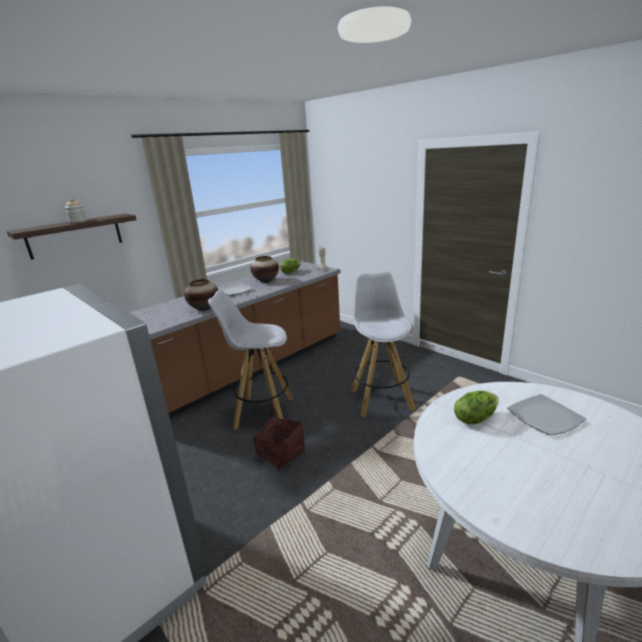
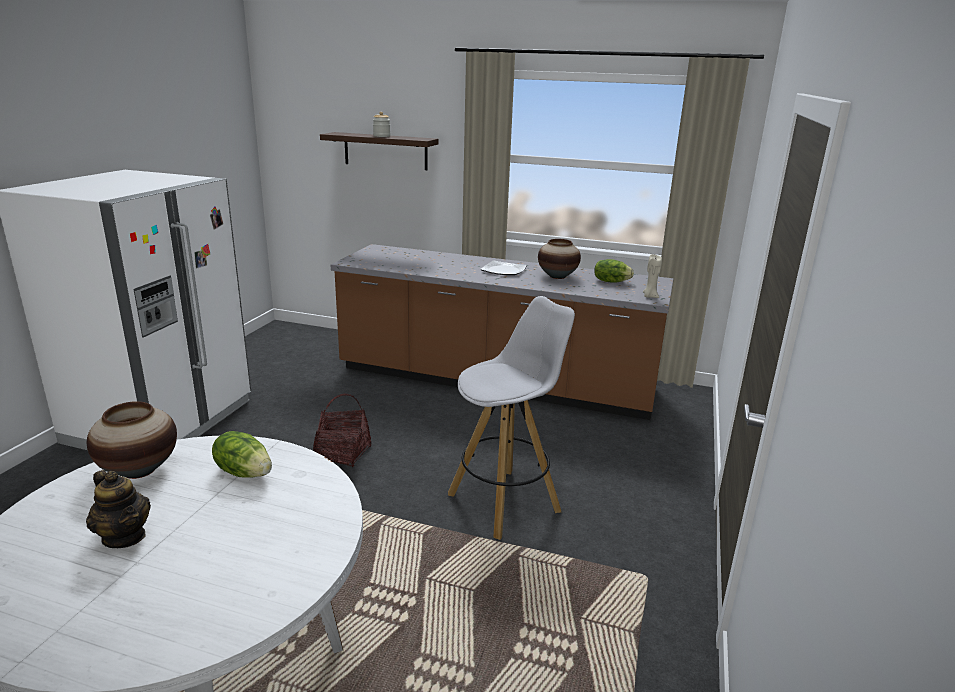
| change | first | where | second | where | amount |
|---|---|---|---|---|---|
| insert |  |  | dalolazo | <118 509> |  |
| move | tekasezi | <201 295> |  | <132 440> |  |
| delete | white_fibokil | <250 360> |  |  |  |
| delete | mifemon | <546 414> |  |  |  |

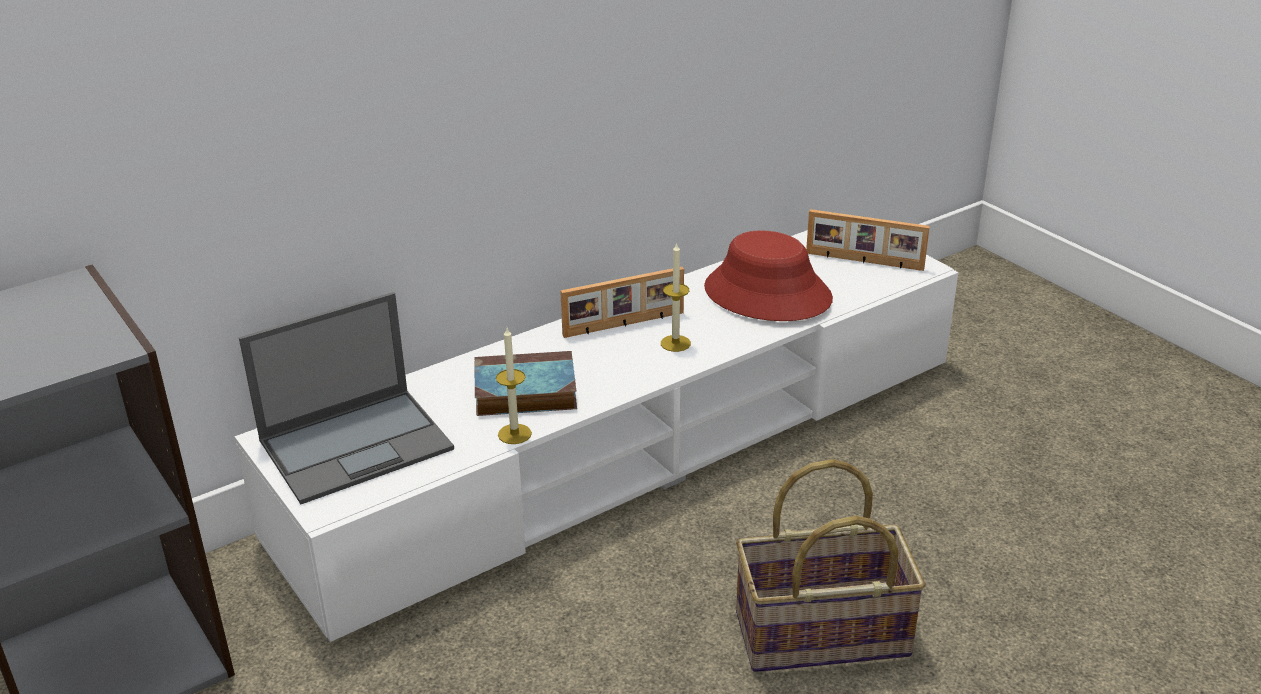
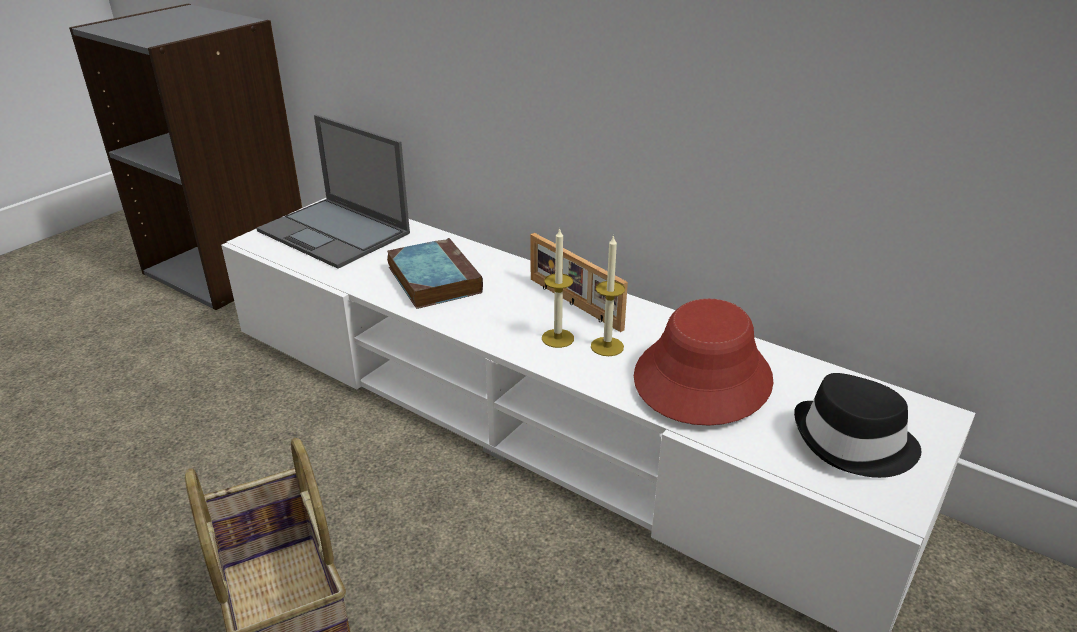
| change | first | where | second | where | amount |
|---|---|---|---|---|---|
| move | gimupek | <514 386> |  | <608 295> |  |
| replace | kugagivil | <868 240> | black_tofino | <857 425> |  |

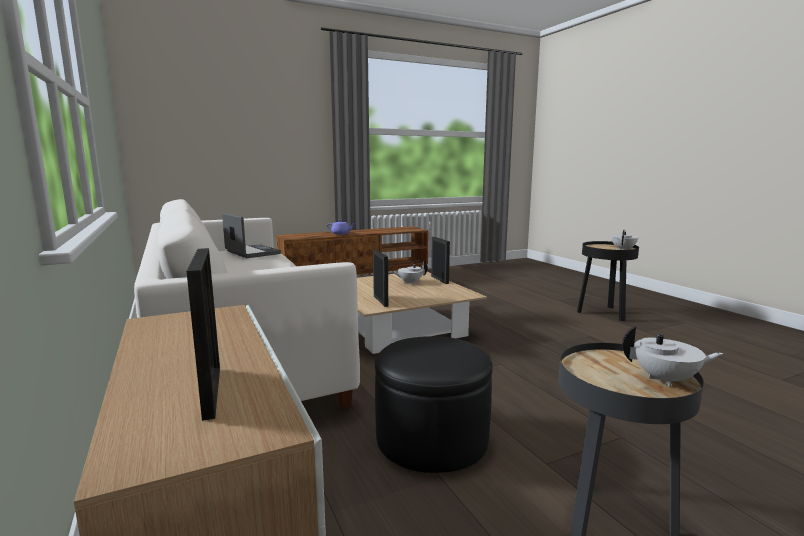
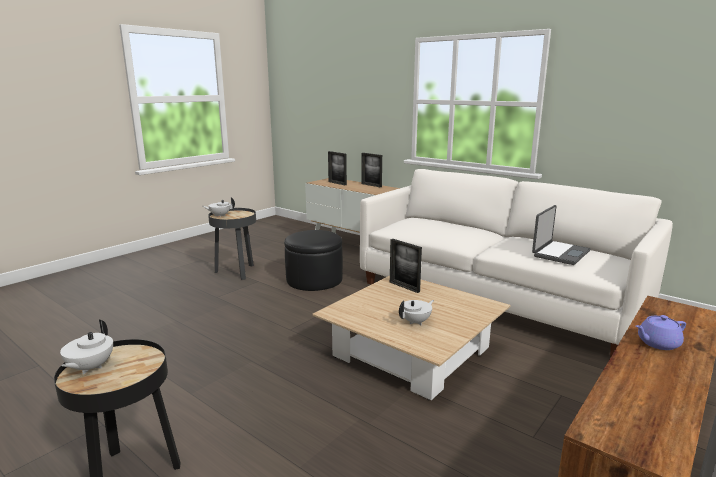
| change | first | where | second | where | amount |
|---|---|---|---|---|---|
| move | kugagivil | <440 260> |  | <371 170> |  |
| rotate | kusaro | <251 235> |  | <561 235> | 75 degrees counterclockwise |

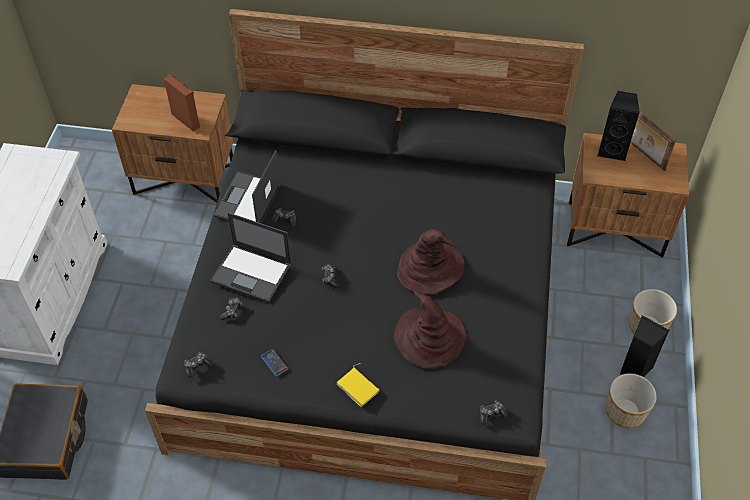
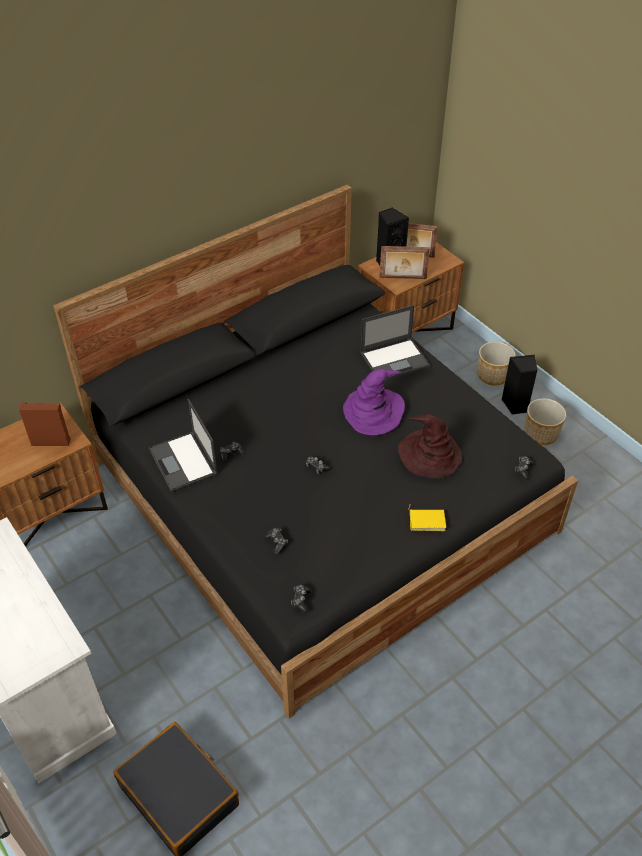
| change | first | where | second | where | amount |
|---|---|---|---|---|---|
| recolor | brown_tofino | <431 262> | purple_tofino | <374 401> |  |
| move | kusaro | <251 257> |  | <395 342> |  |
| insert |  |  | kugagivil | <404 262> |  |
| delete | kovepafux | <274 363> |  |  |  |

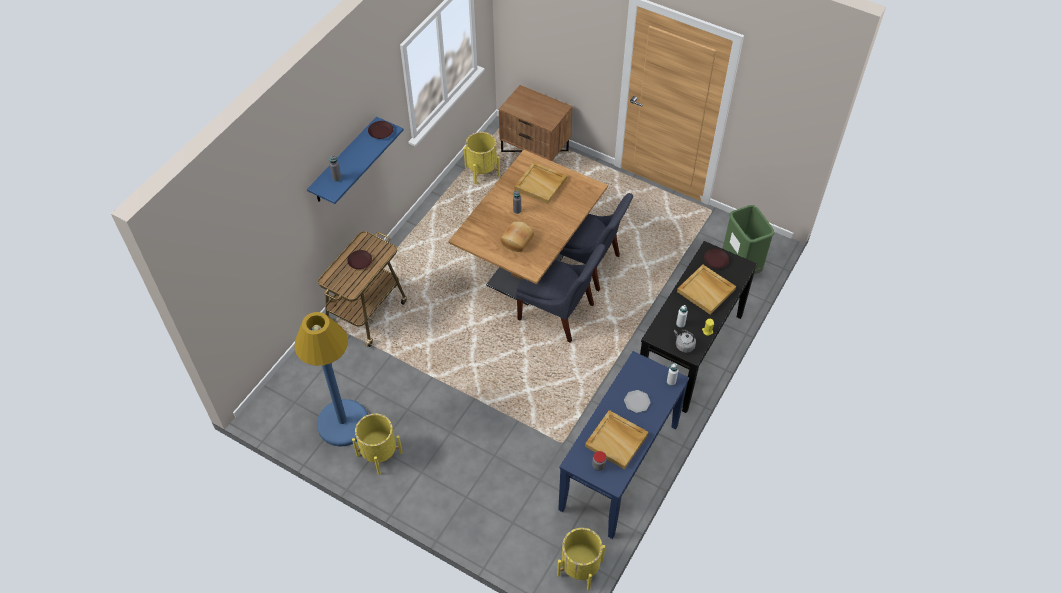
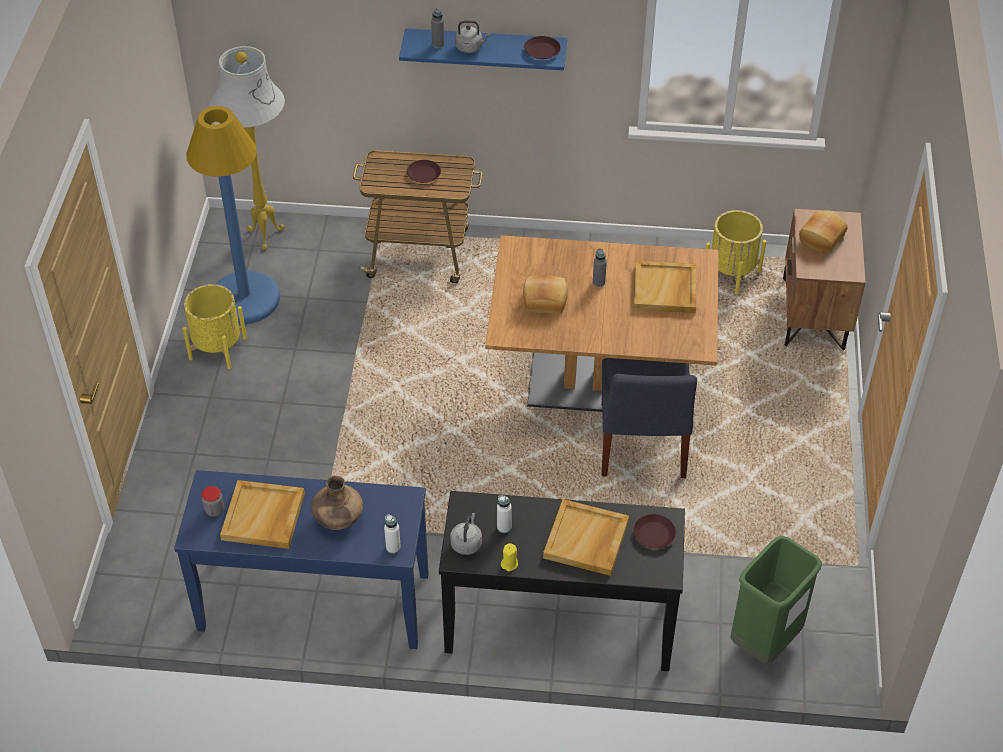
| change | first | where | second | where | amount |
|---|---|---|---|---|---|
| insert |  |  | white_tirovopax | <247 148> |  |
| replace | mifemon | <637 401> | brown_tekasezi | <337 503> |  |
| insert |  |  | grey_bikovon | <472 36> |  |
| insert |  |  | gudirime | <823 231> |  |
| delete | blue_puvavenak | <560 293> |  |  |  |
| delete | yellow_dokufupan | <581 559> |  |  |  |

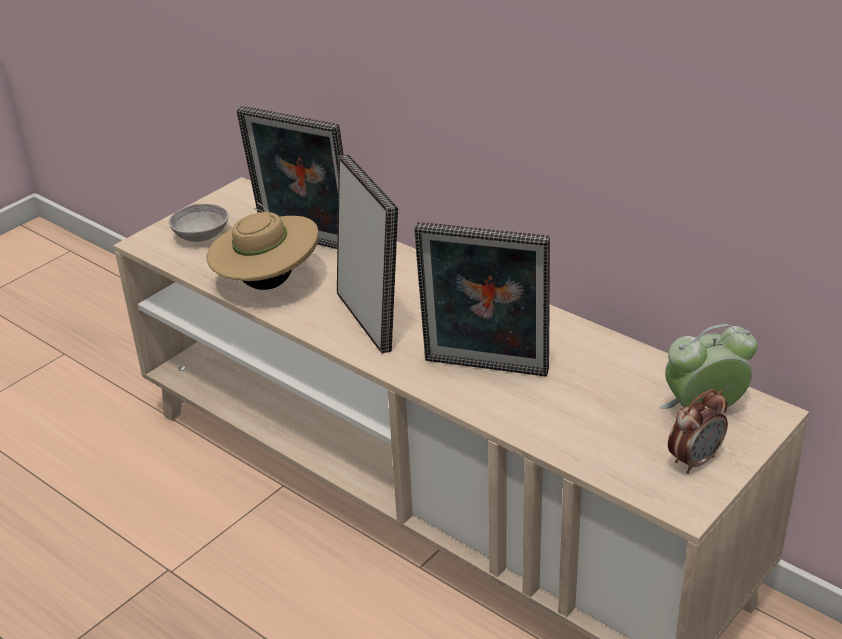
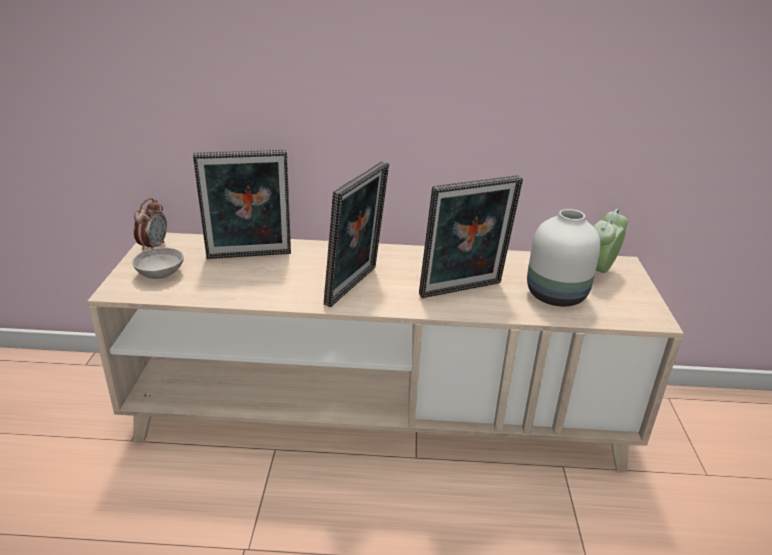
| change | first | where | second | where | amount |
|---|---|---|---|---|---|
| move | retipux | <698 431> |  | <150 224> |  |
| rotate | kugagivil | <367 254> |  | <356 234> | 90 degrees clockwise |
| insert |  |  | white_tekasezi | <564 258> |  |
| delete | beige_tofino | <262 246> |  |  |  |

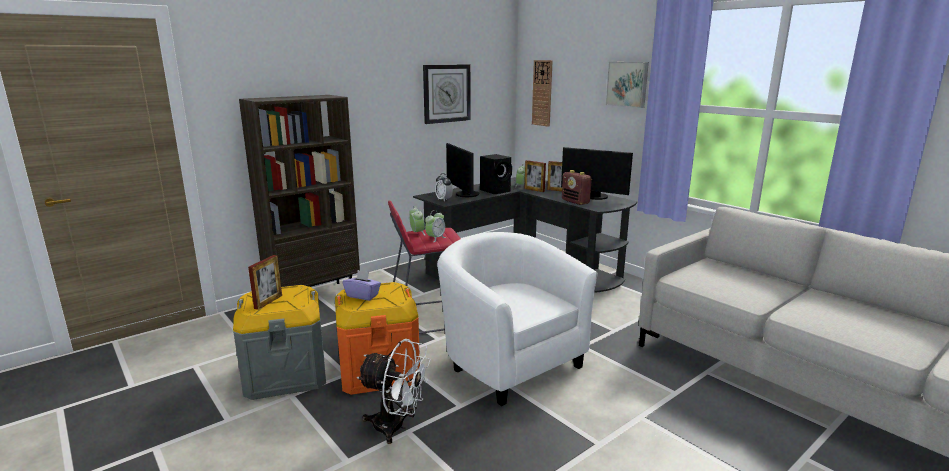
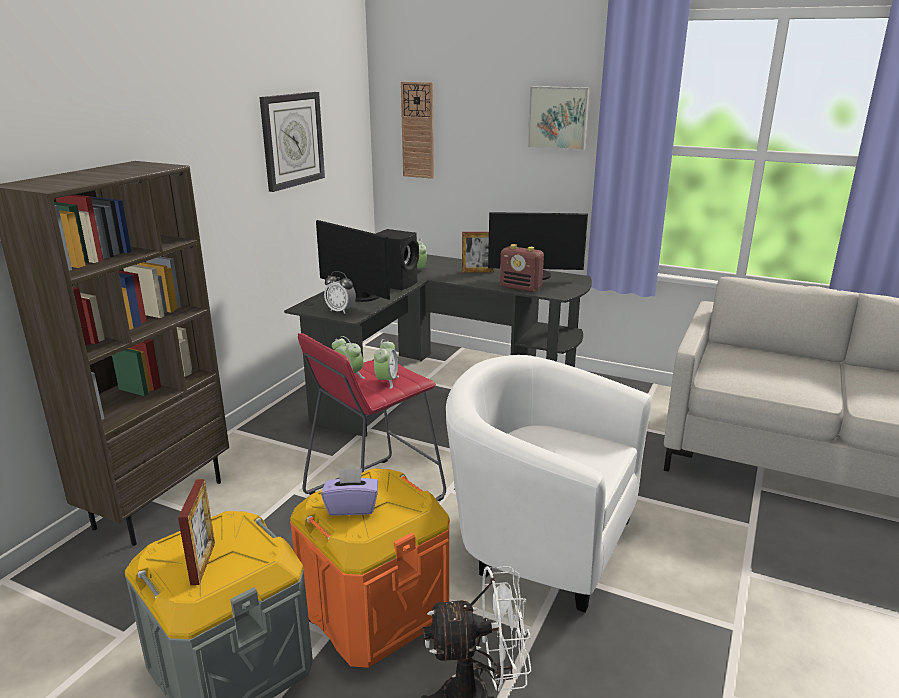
| change | first | where | second | where | amount |
|---|---|---|---|---|---|
| delete | kugagivil | <535 176> |  |  |  |

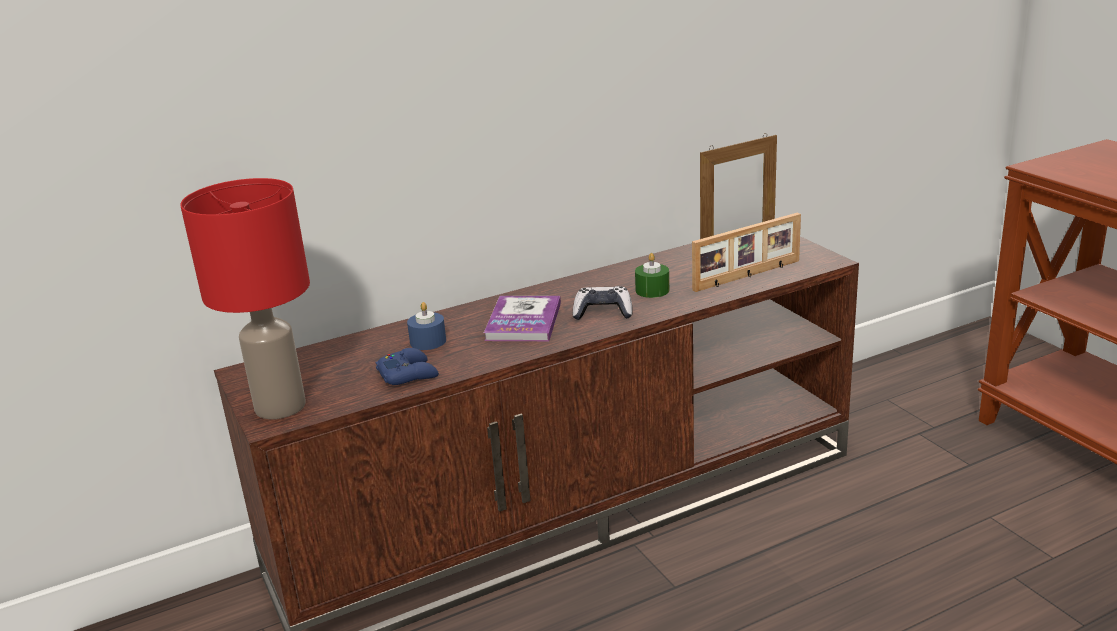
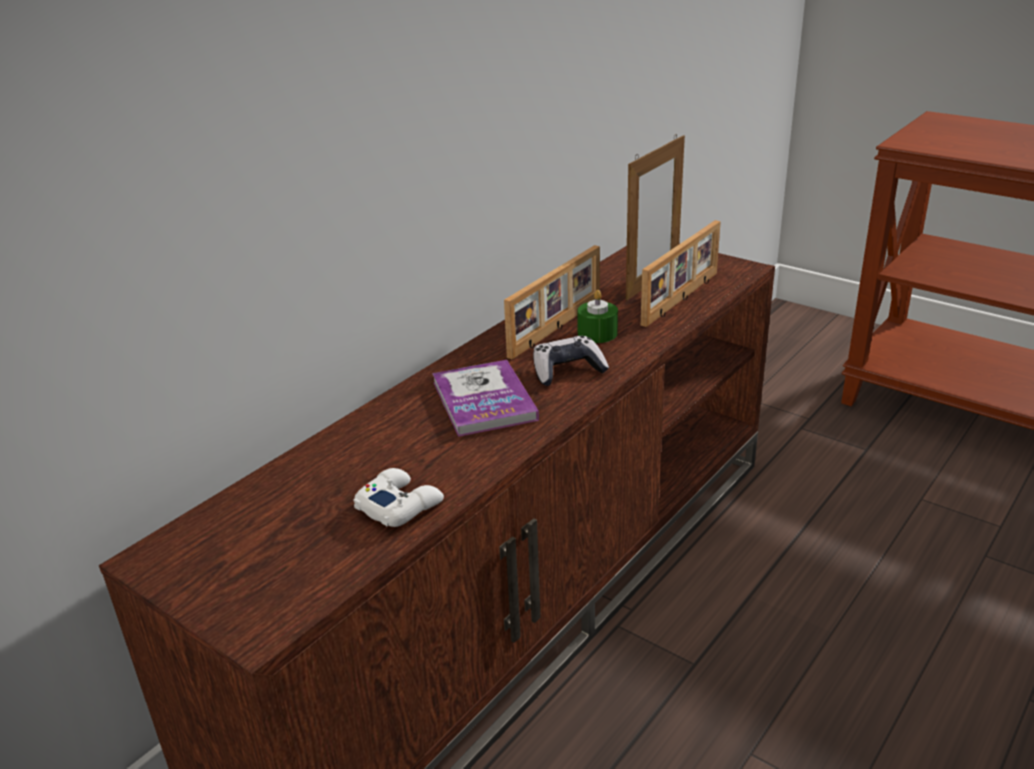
| change | first | where | second | where | amount |
|---|---|---|---|---|---|
| recolor | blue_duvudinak | <407 366> | white_duvudinak | <398 497> |  |
| insert |  |  | kugagivil | <552 302> |  |
| delete | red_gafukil | <245 298> |  |  |  |
| delete | blue_gimupek | <426 326> |  |  |  |

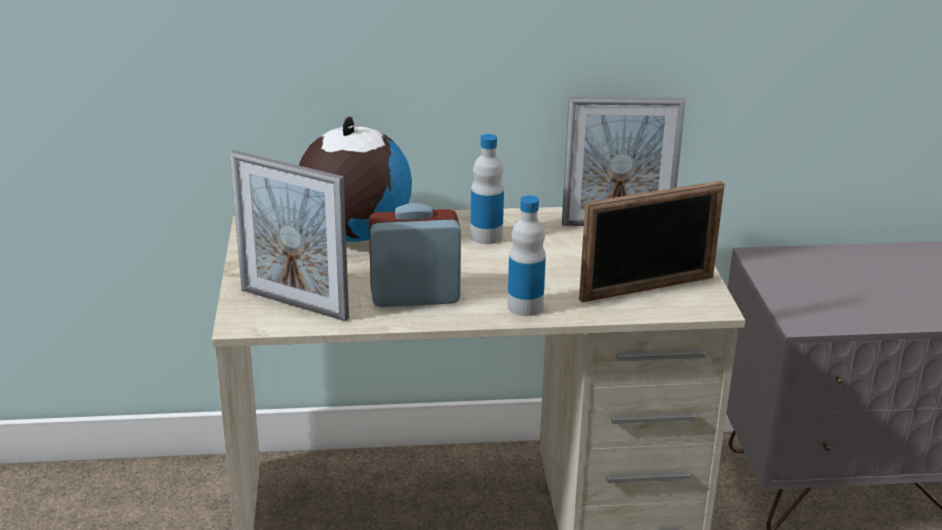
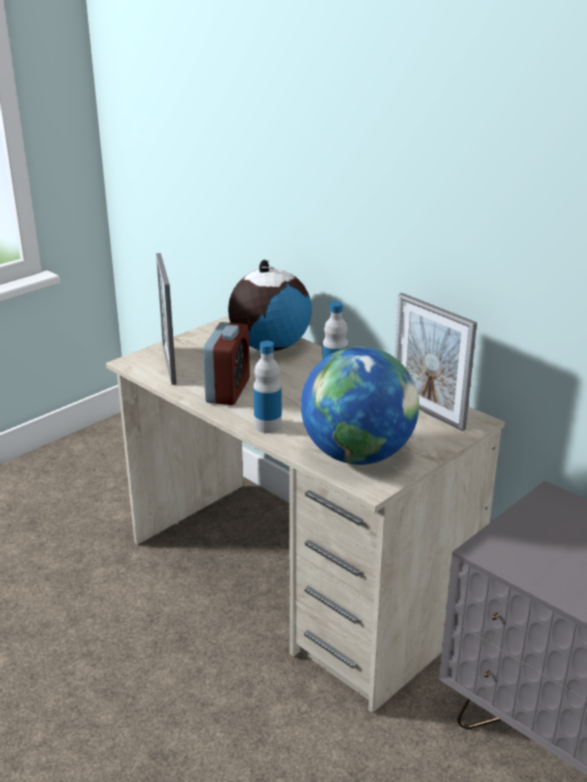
| change | first | where | second | where | amount |
|---|---|---|---|---|---|
| rotate | retipux | <415 255> |  | <226 363> | 60 degrees clockwise |
| replace | kugagivil | <652 241> | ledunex | <360 405> |  |

